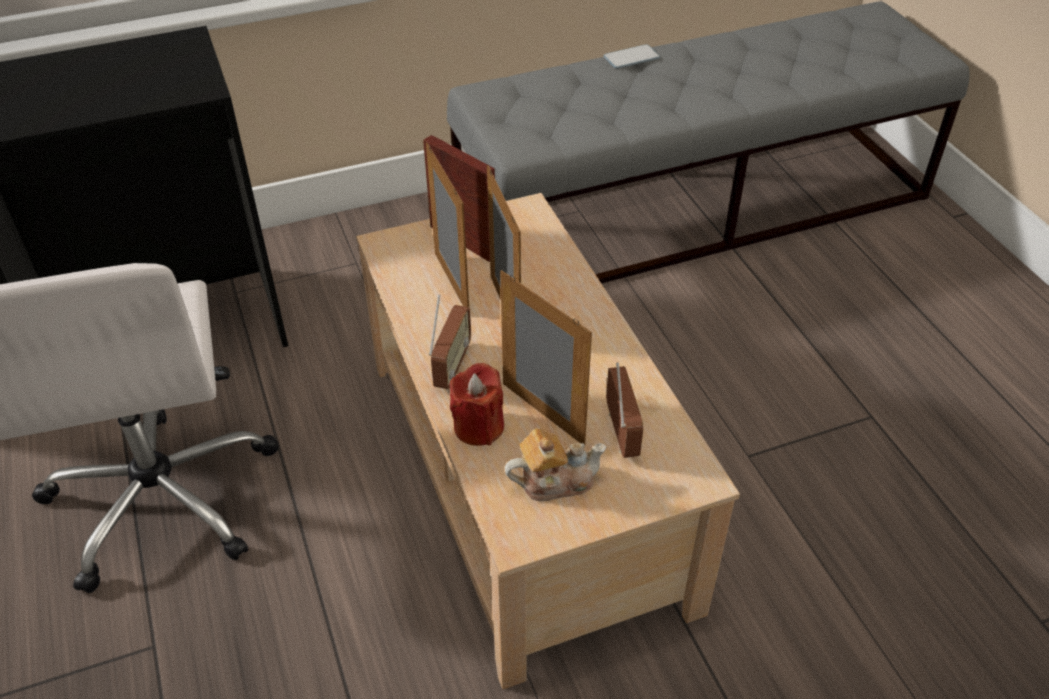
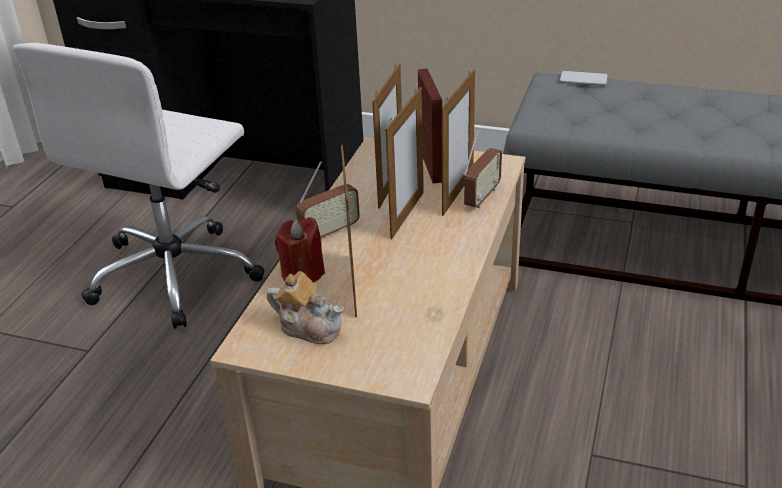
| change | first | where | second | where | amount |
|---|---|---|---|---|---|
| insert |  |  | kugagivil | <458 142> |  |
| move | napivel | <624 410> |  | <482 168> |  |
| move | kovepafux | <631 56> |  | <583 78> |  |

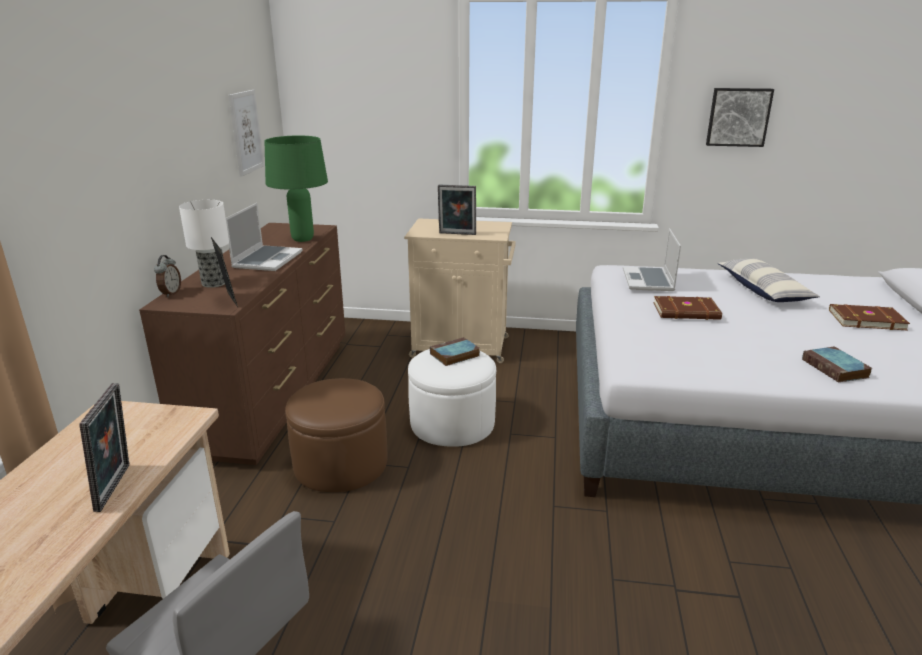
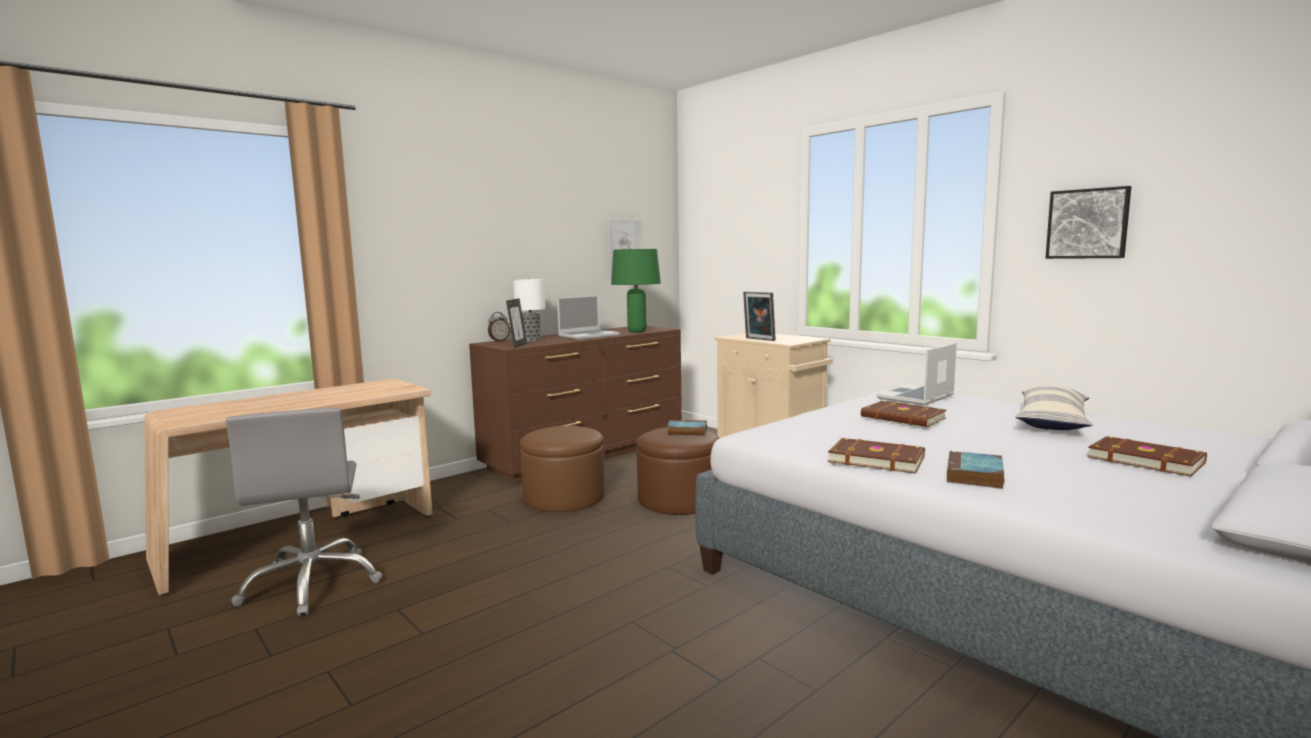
| change | first | where | second | where | amount |
|---|---|---|---|---|---|
| recolor | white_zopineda | <452 398> | brown_zopineda | <678 471> |  |
| insert |  |  | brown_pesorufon | <876 456> |  |
| delete | kugagivil | <104 447> |  |  |  |

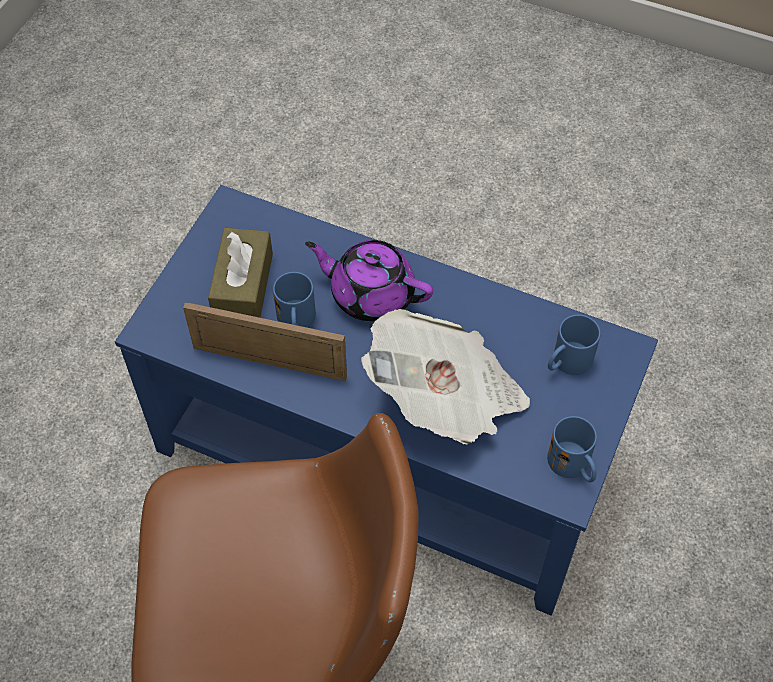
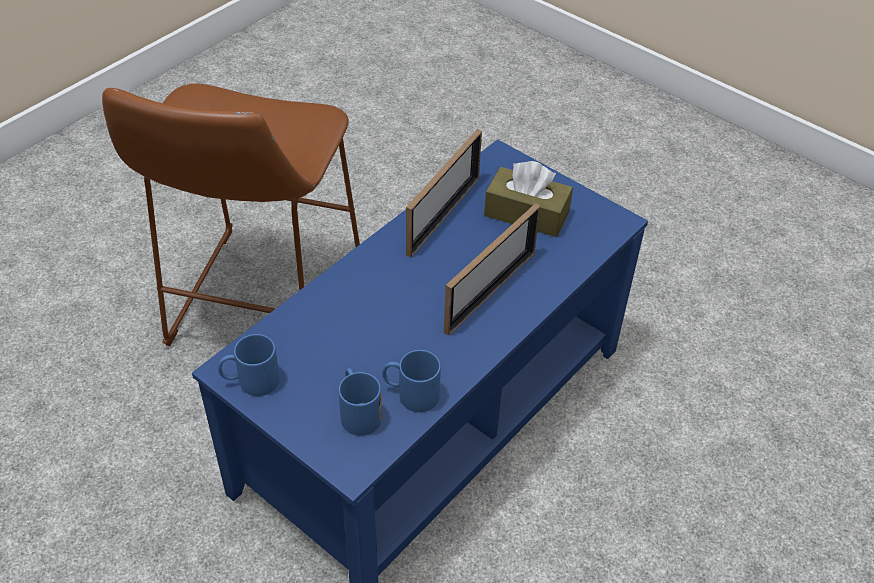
| change | first | where | second | where | amount |
|---|---|---|---|---|---|
| move | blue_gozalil | <294 300> |  | <411 381> |  |
| replace | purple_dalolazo | <369 281> | kugagivil | <492 269> |  |
| delete | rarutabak | <445 377> |  |  |  |

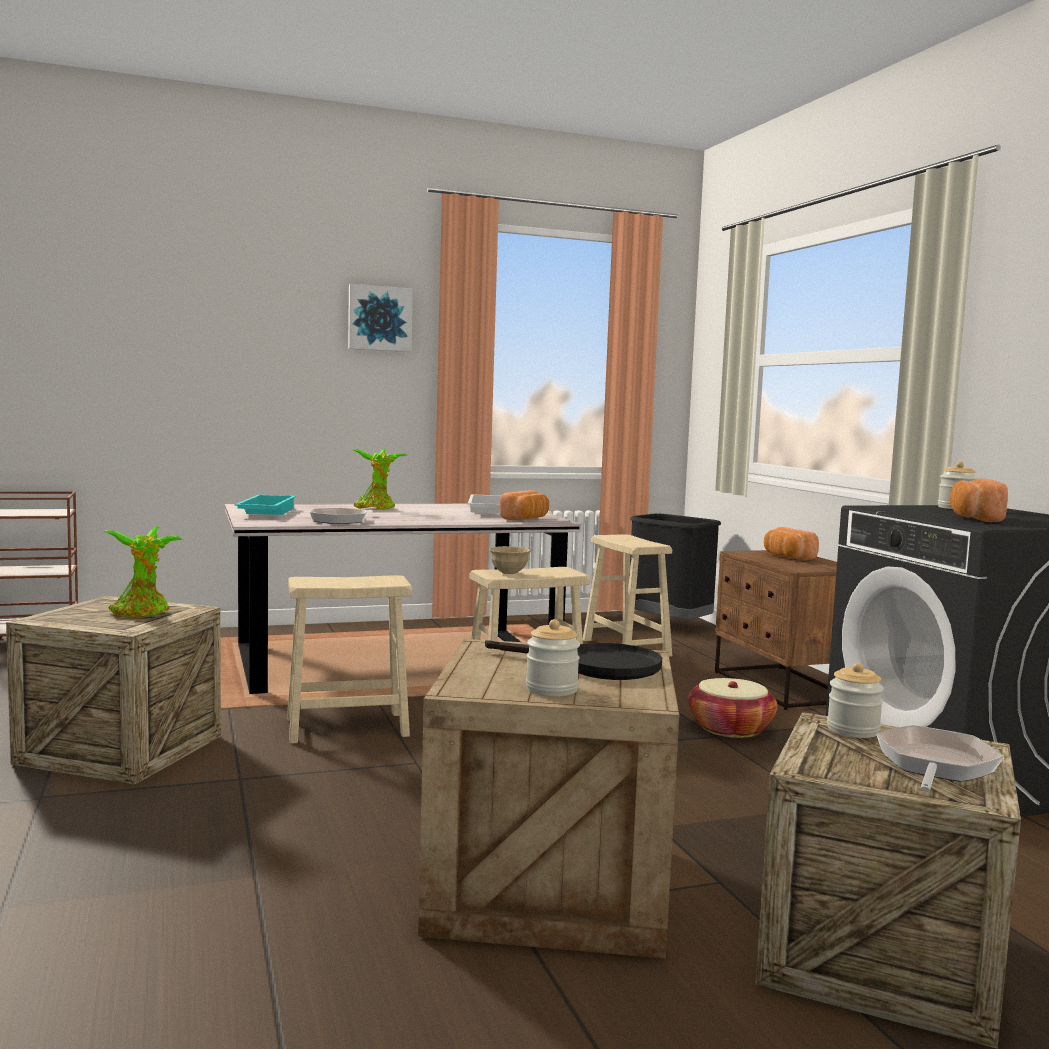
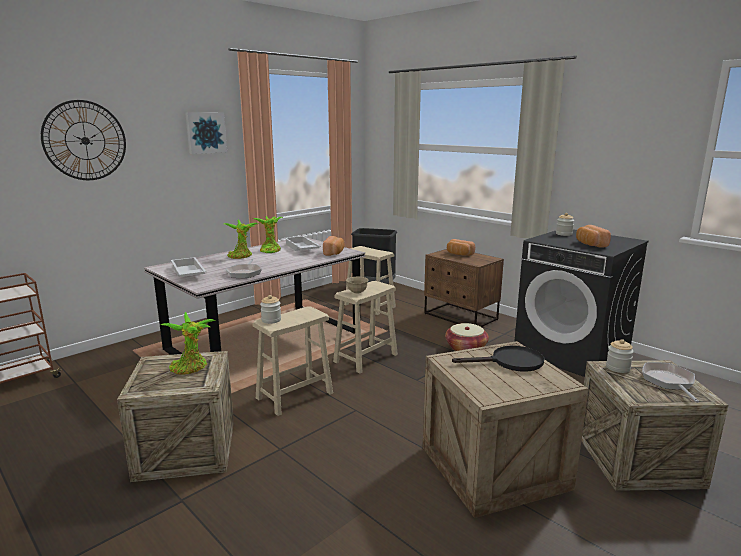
| change | first | where | second | where | amount |
|---|---|---|---|---|---|
| insert |  |  | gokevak | <83 140> |  |
| recolor | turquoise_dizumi | <265 505> | white_dizumi | <188 267> |  |
| insert |  |  | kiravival | <268 234> |  |
| move | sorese | <553 657> |  | <270 309> |  |

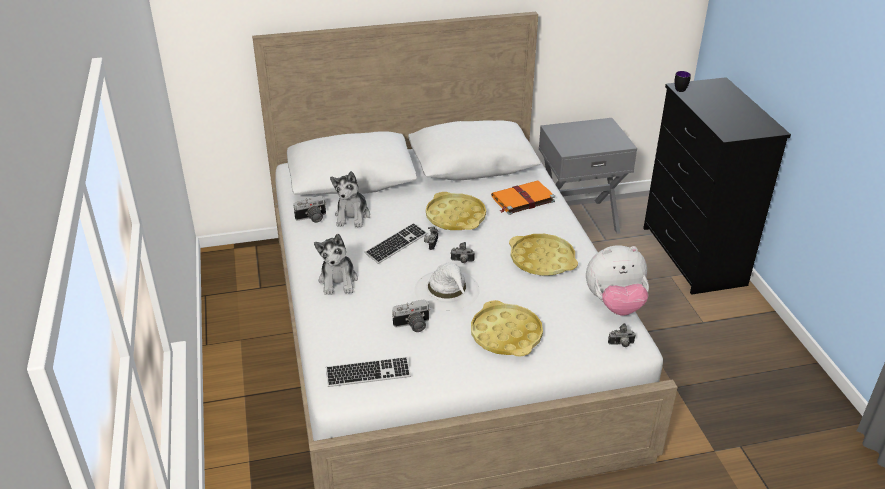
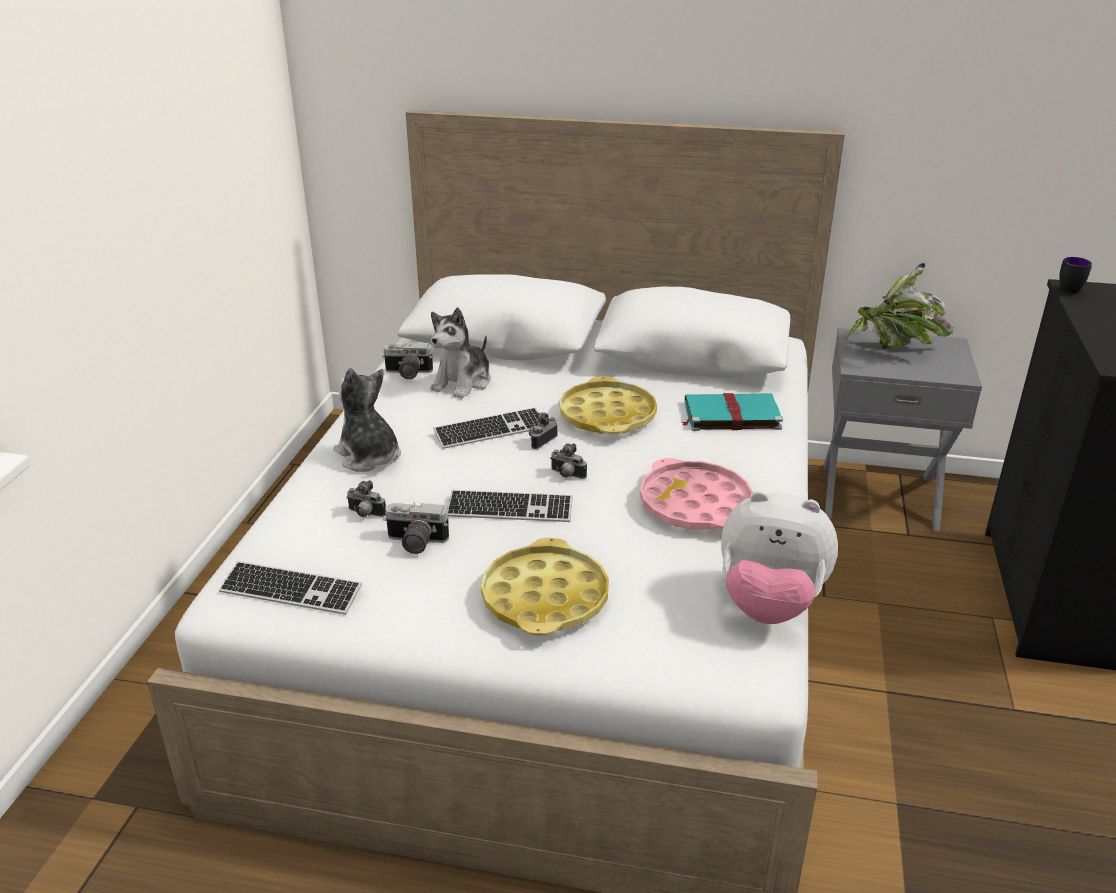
| change | first | where | second | where | amount |
|---|---|---|---|---|---|
| rotate | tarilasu | <336 264> |  | <367 420> | 120 degrees clockwise |
| move | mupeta | <622 335> |  | <366 498> |  |
| replace | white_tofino | <447 286> | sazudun | <510 506> |  |
| recolor | yellow_dizumi | <543 255> | pink_dizumi | <696 494> |  |
| recolor | orange_pesorufon | <523 197> | turquoise_pesorufon | <732 412> |  |
| insert |  |  | kiravival | <899 306> |  |

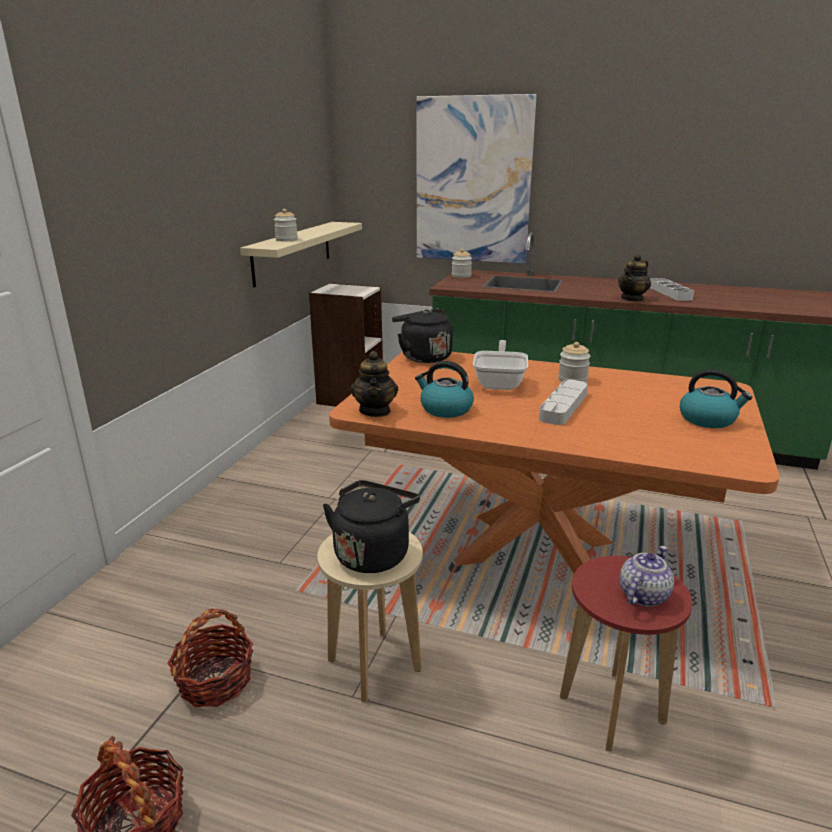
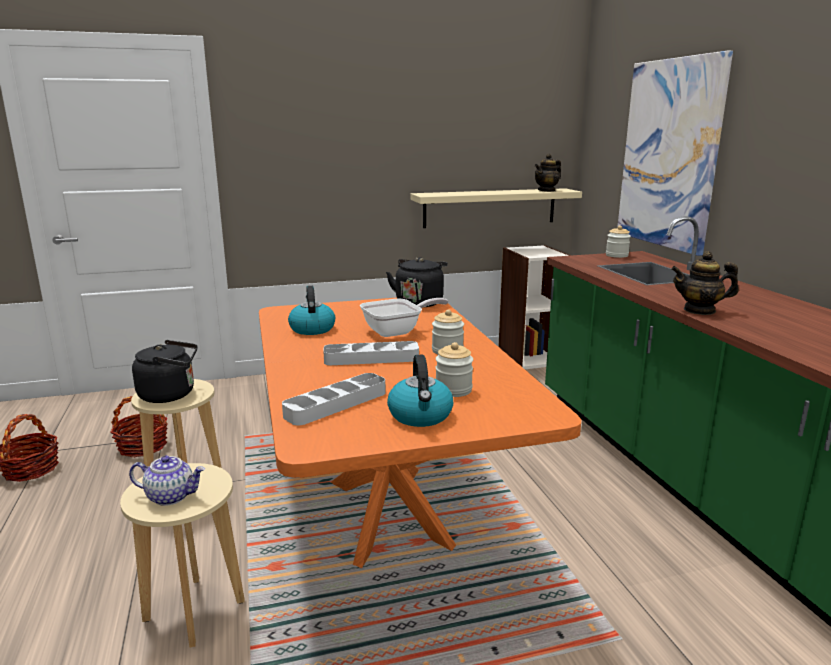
| change | first | where | second | where | amount |
|---|---|---|---|---|---|
| recolor | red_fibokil | <626 654> | beige_fibokil | <182 555> |  |
| move | grey_dizumi | <672 289> |  | <334 399> |  |
| move | sorese | <286 225> |  | <454 369> |  |
| move | dalolazo | <374 384> |  | <548 173> |  |

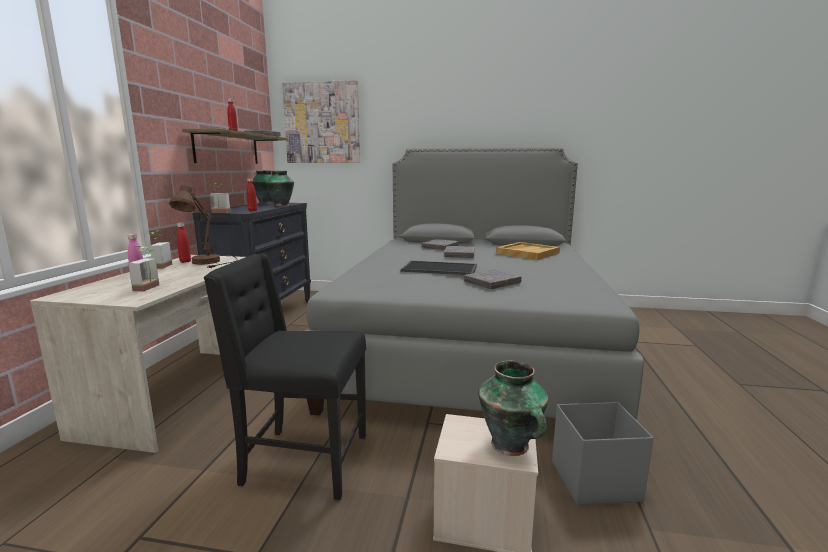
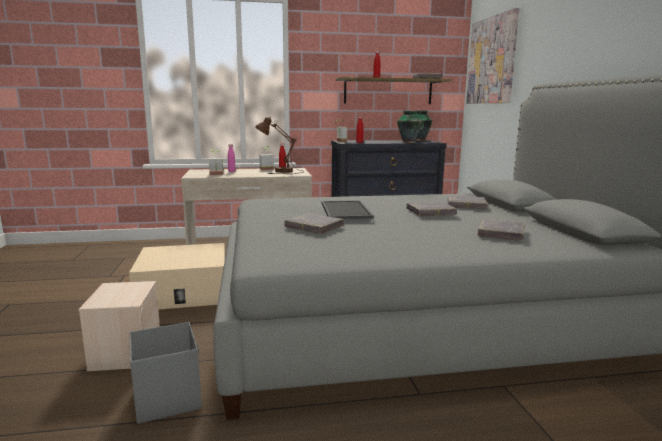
| change | first | where | second | where | amount |
|---|---|---|---|---|---|
| replace | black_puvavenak | <284 376> | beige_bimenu | <177 276> |  |
| replace | beige_dizumi | <528 251> | grey_pesorufon | <501 230> |  |
| delete | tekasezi | <513 408> |  |  |  |

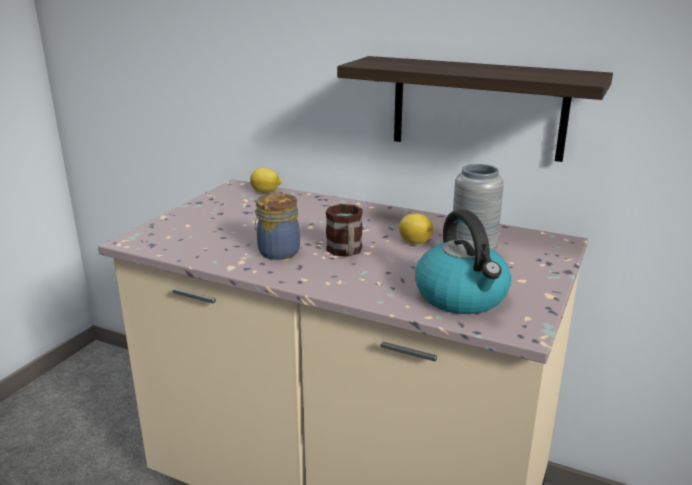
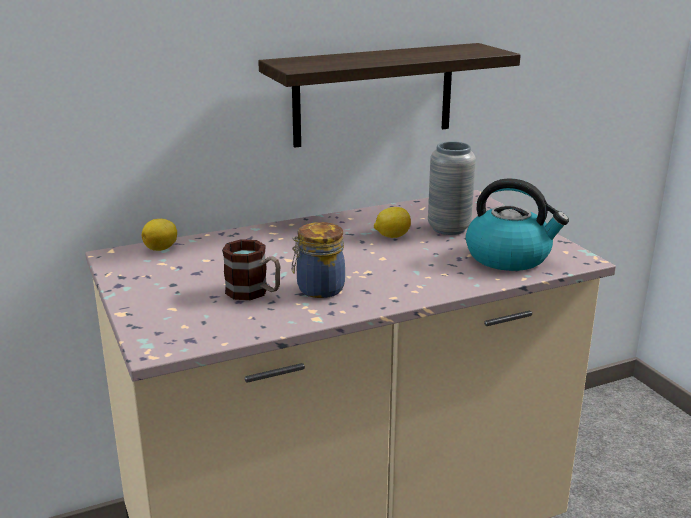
| change | first | where | second | where | amount |
|---|---|---|---|---|---|
| move | gozalil | <344 230> |  | <251 269> |  |

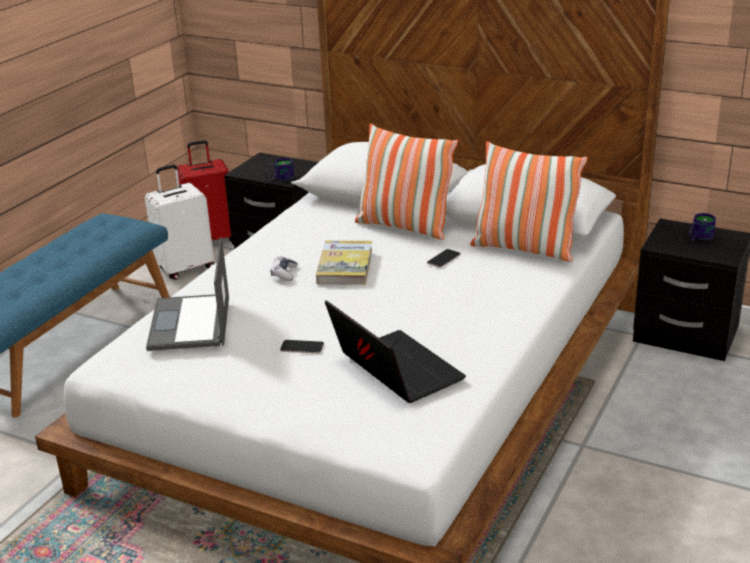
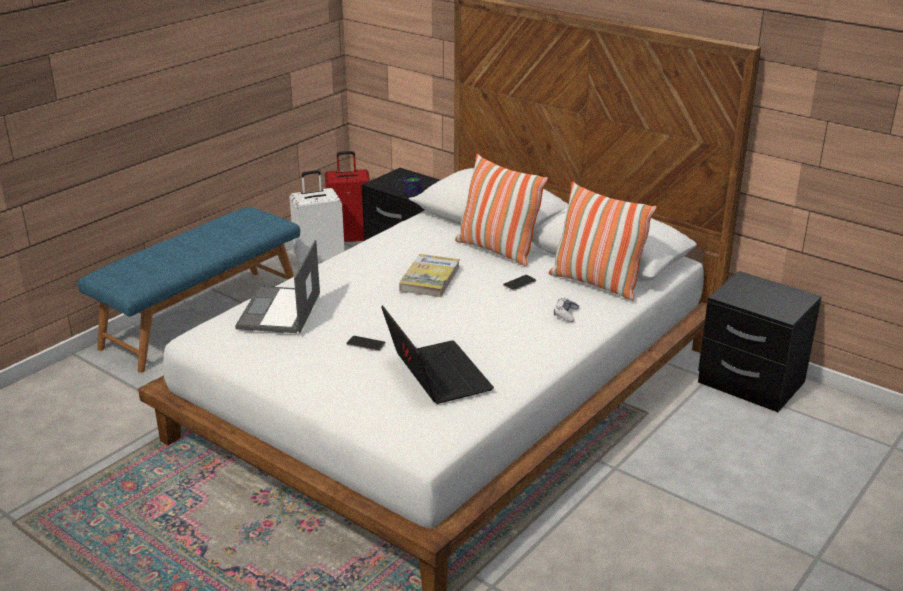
| change | first | where | second | where | amount |
|---|---|---|---|---|---|
| move | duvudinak | <284 268> |  | <566 310> |  |
| delete | gozalil | <702 227> |  |  |  |

